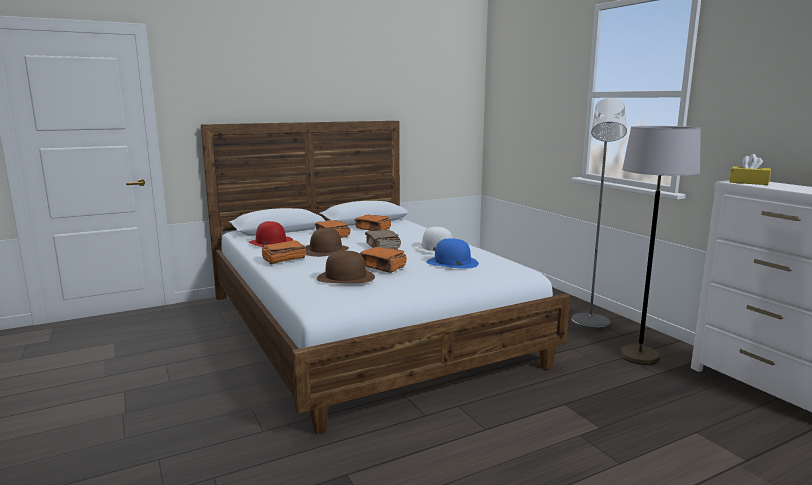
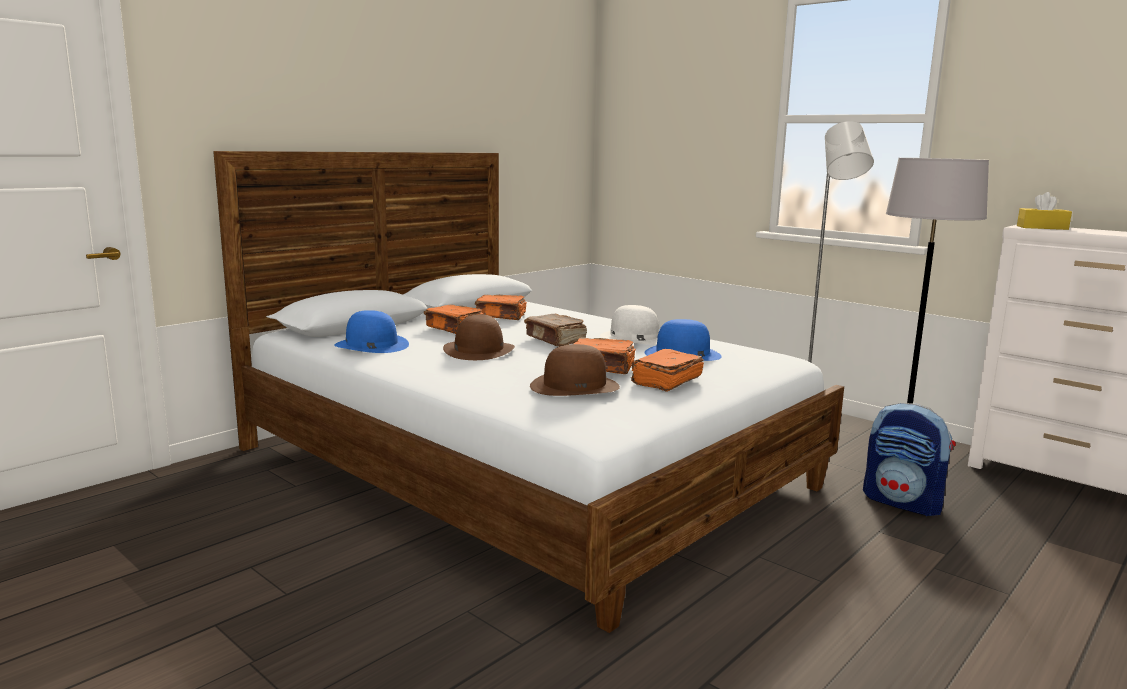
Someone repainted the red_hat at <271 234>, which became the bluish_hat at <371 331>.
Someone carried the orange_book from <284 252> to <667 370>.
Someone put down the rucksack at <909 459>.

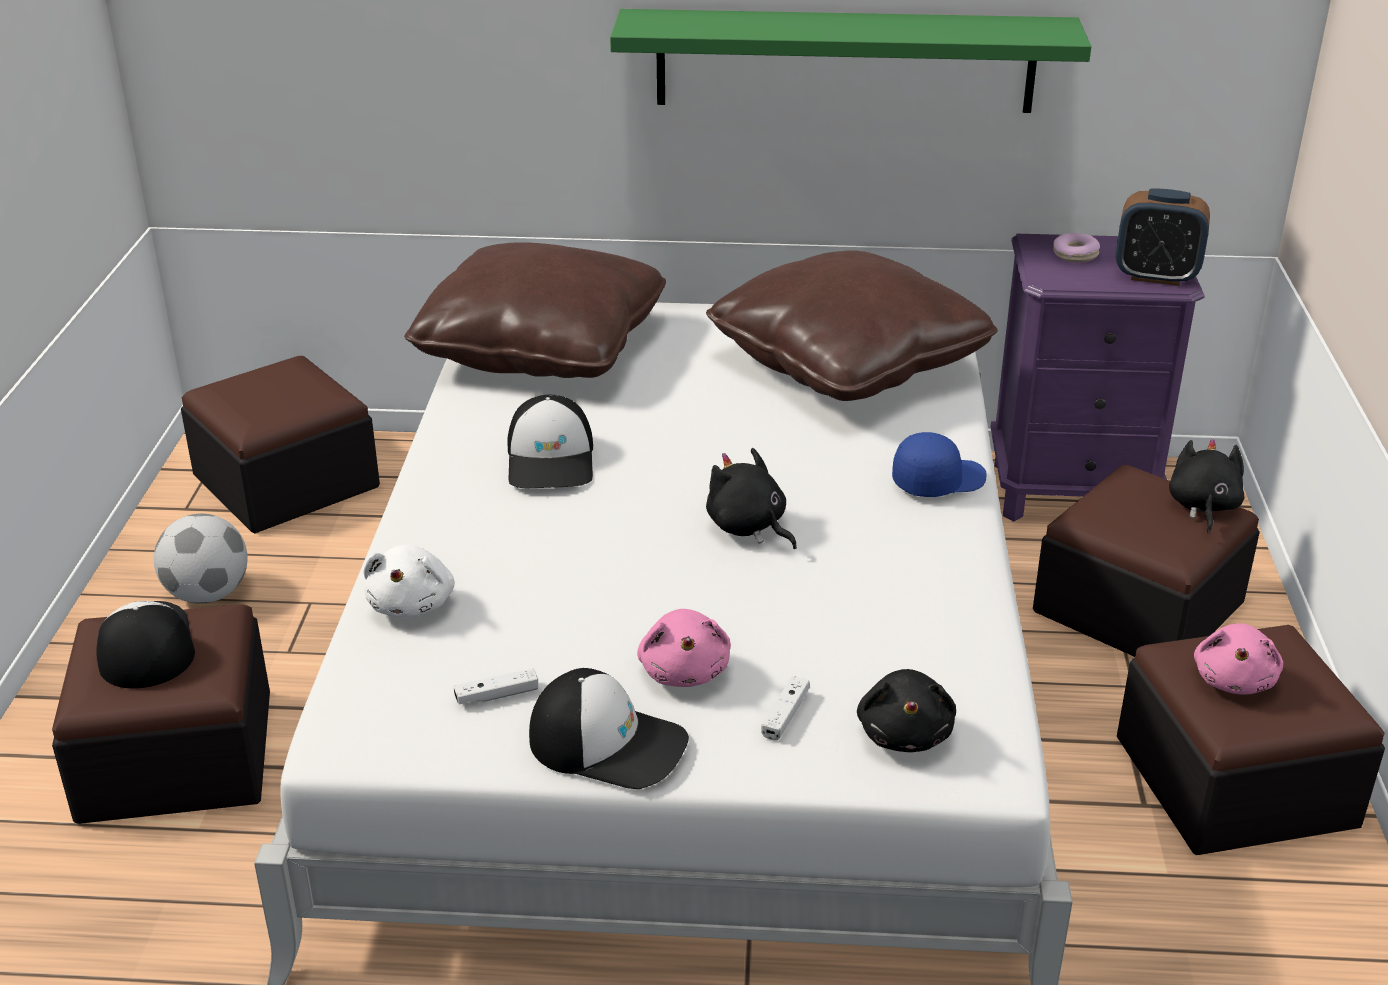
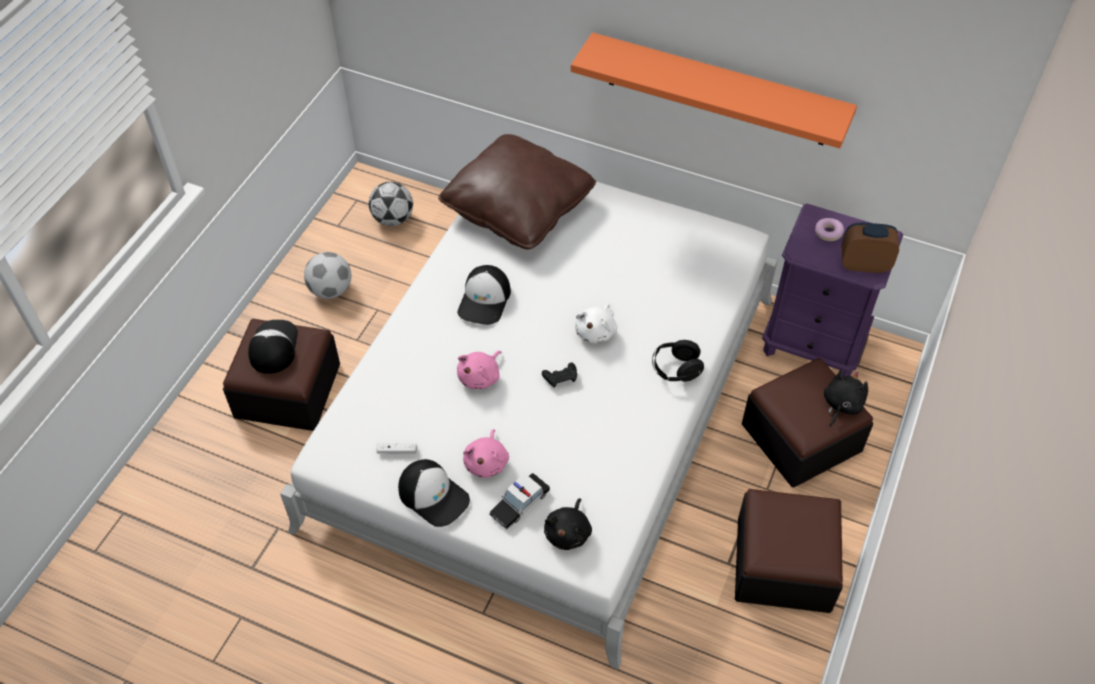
Someone swapped the ottoman at <280 444> for the ball_for_football at <391 204>.
Someone carried the pinkish_cuddly_toy from <1238 658> to <479 370>.
Someone swapped the white_gamepad at <785 708> for the model_car at <519 501>.
Someone swapped the blackish_cuddly_toy at <751 498> for the blackish_gamepad at <559 375>.
Someone repainted the green_shelf at <850 61>, which became the orange_shelf at <714 90>.
Someone carried the white_cuddly_toy from <409 581> to <596 323>.
Someone swapped the bluish_peaked_cap at <939 464> for the blackish_pair_of_headphones at <678 361>.
Someone rotated the bedside_clock at <1163 237> by 150 degrees clockwise.
Someone took away the brownish_cushion at <852 325>.

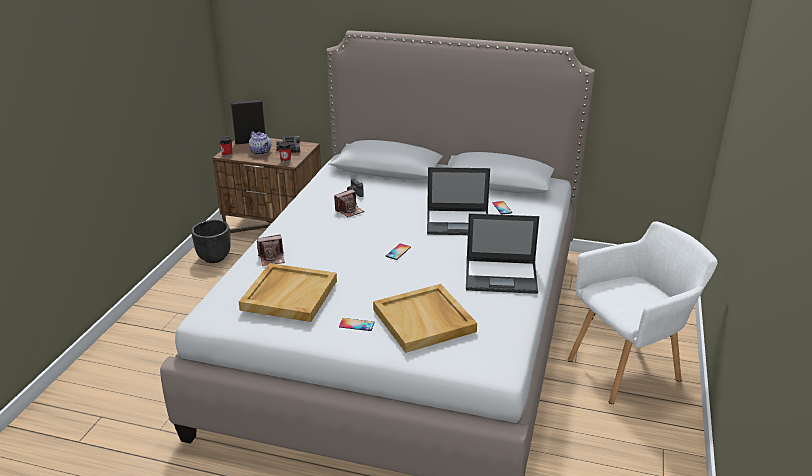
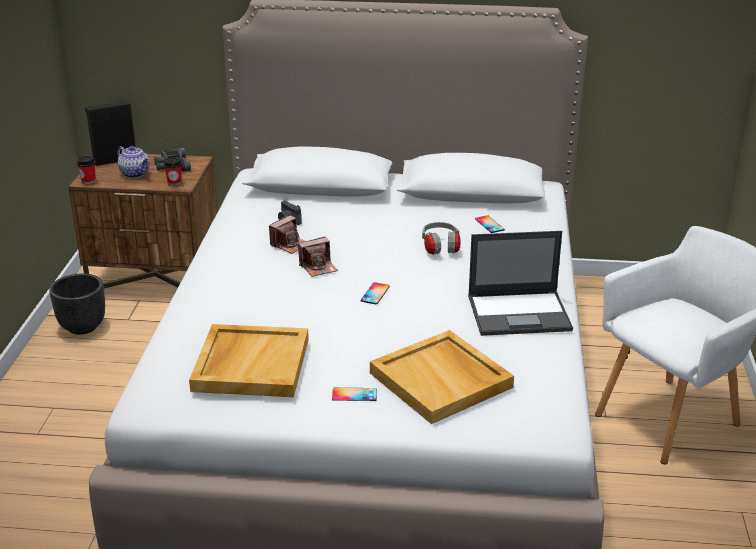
Someone carried the photo_camera from <271 250> to <318 257>.
Someone swapped the notebook_computer at <458 201> for the grey_pair_of_headphones at <441 238>.

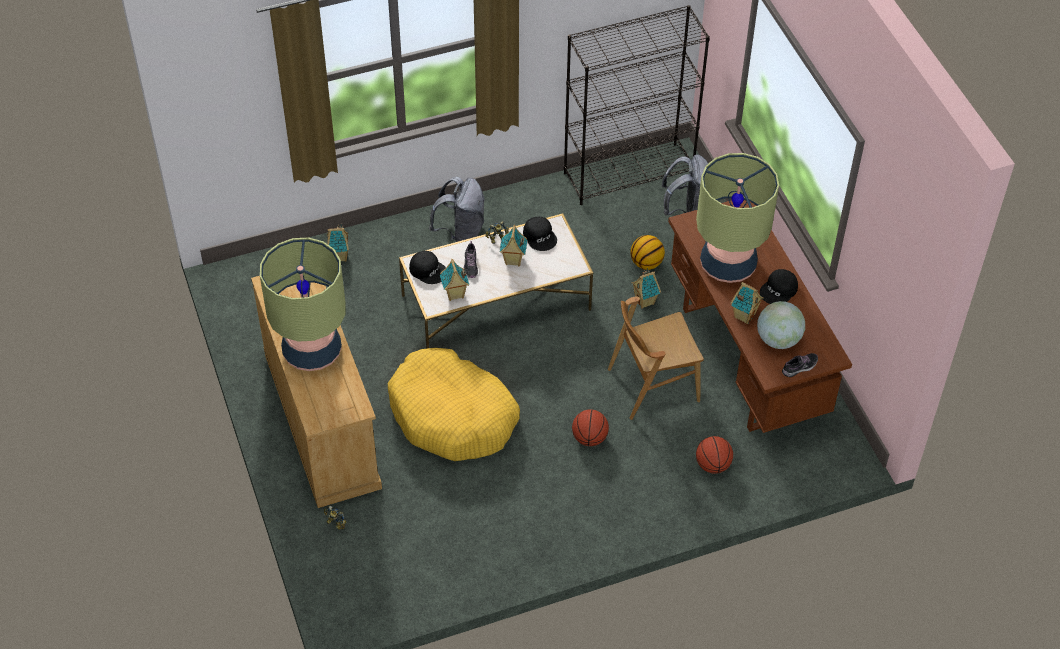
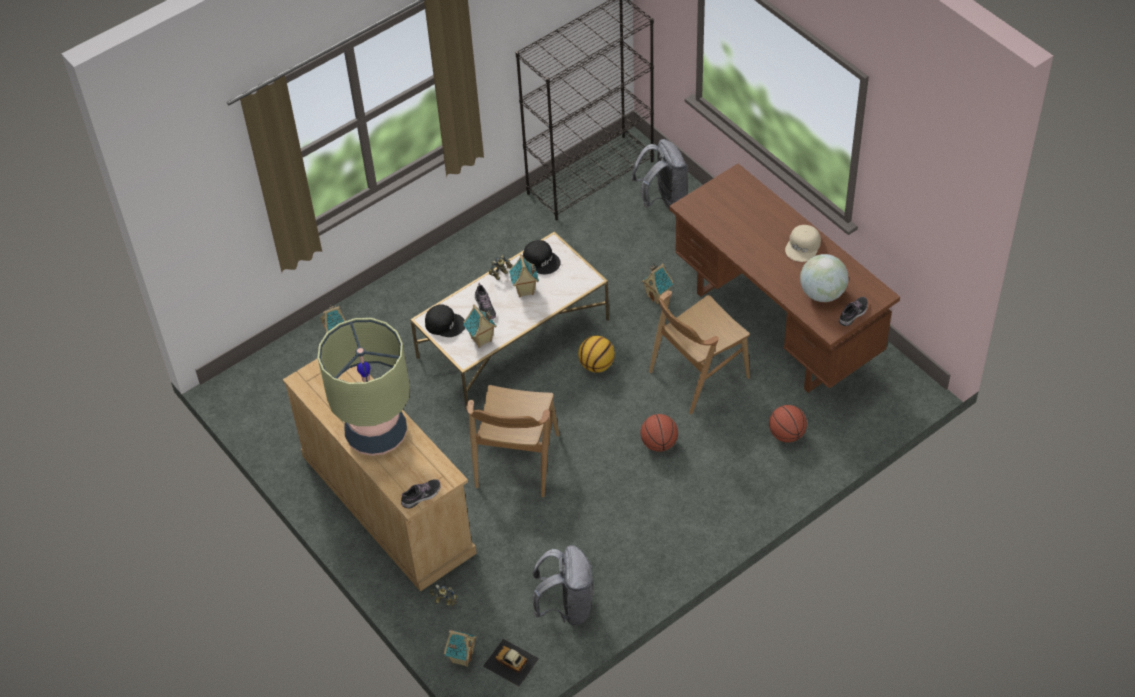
Someone put down the low_shoe at <421 494>.
Someone carried the model_house from <747 303> to <460 648>.
Someone swapped the yellow-coloured_pet_bed at <454 404> for the brownish_plain_chair at <513 441>.
Someone put down the model_car at <511 662>.
Someone carried the grey_rucksack from <457 209> to <562 585>.
Someone carried the basketball from <647 252> to <596 354>.
Someone repainted the blackish_peaked_cap at <779 286>, which became the beige-coloured_peaked_cap at <803 243>.
Someone took away the lamp_for_a_table at <737 218>.

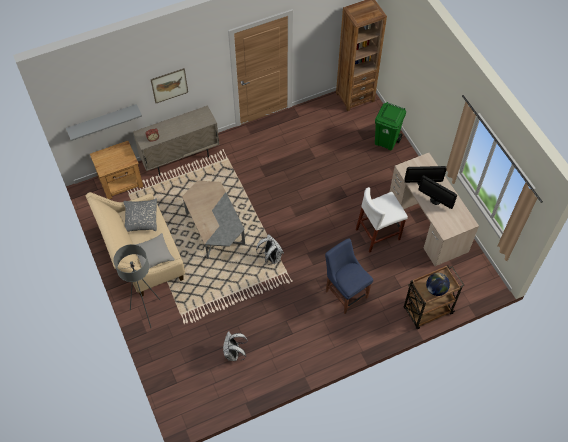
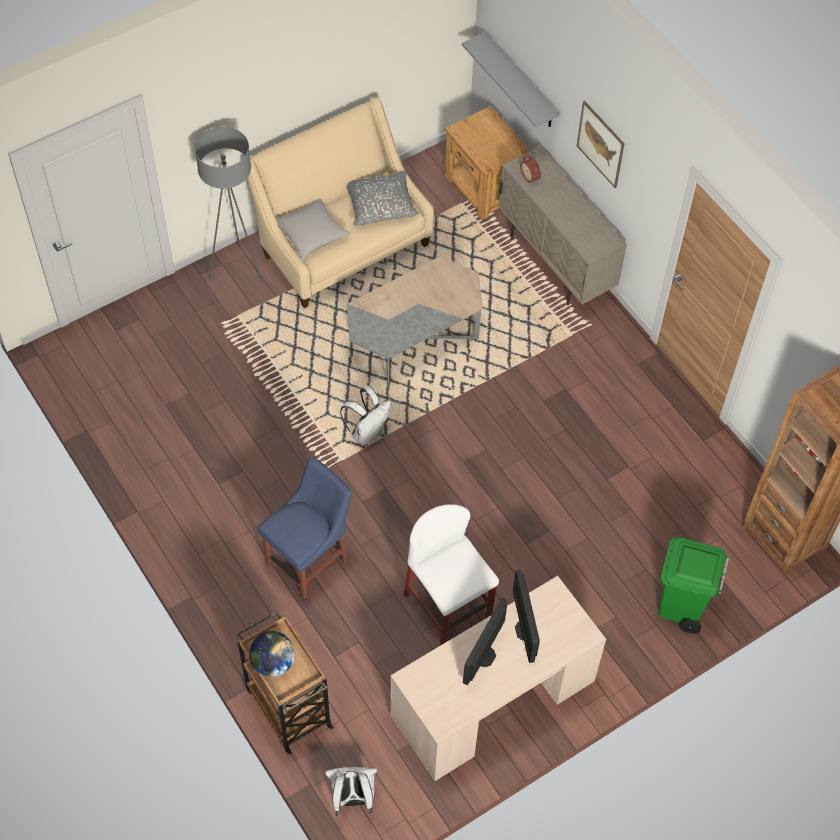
Someone carried the white_rucksack from <235 346> to <351 791>.

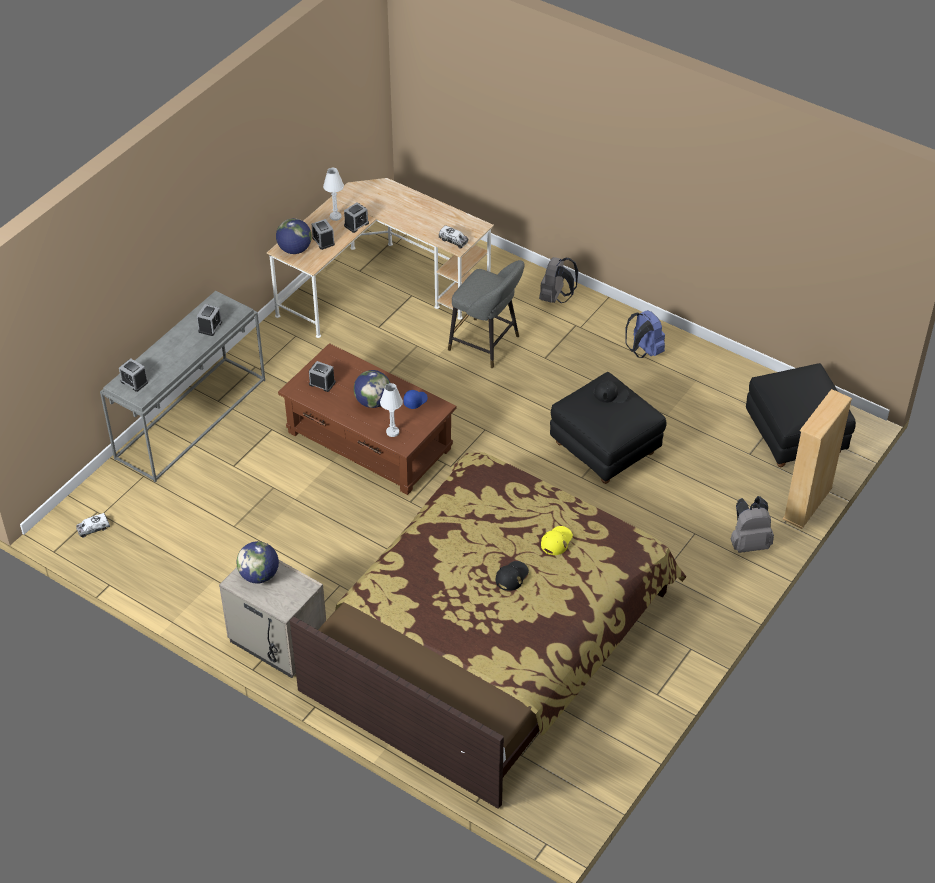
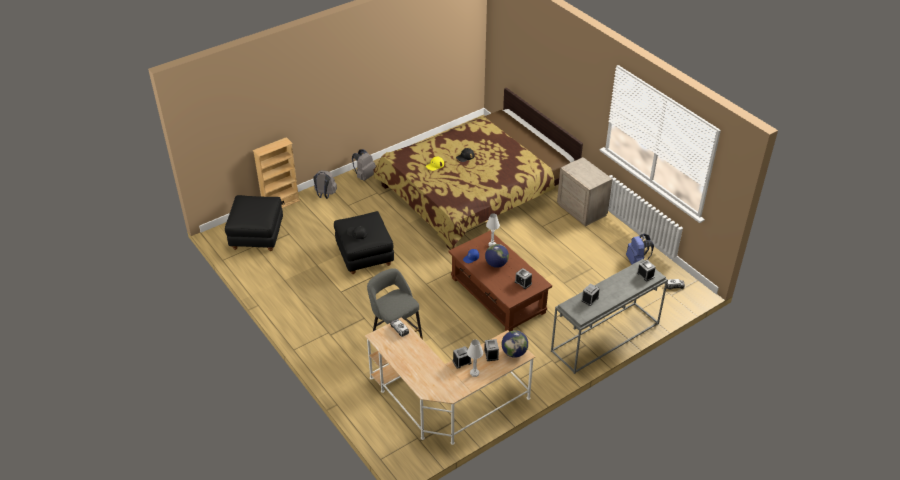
Someone carried the grey_rucksack from <558 280> to <364 165>.
Someone carried the bluish_rucksack from <645 334> to <640 249>.
Someone took away the globe at <258 562>.

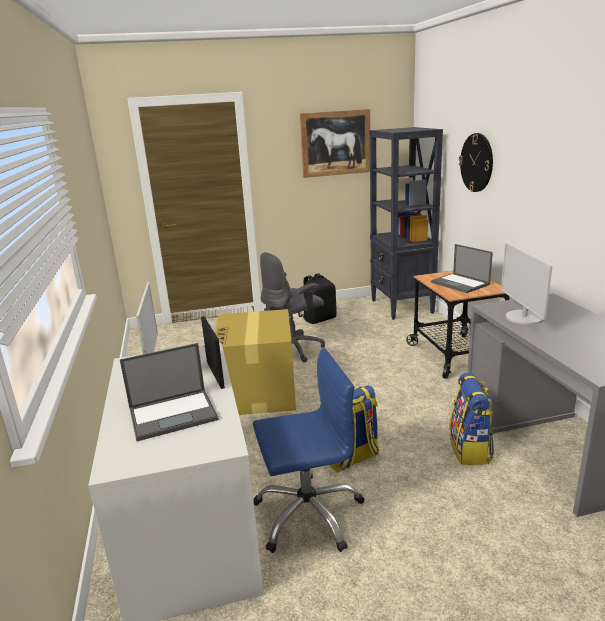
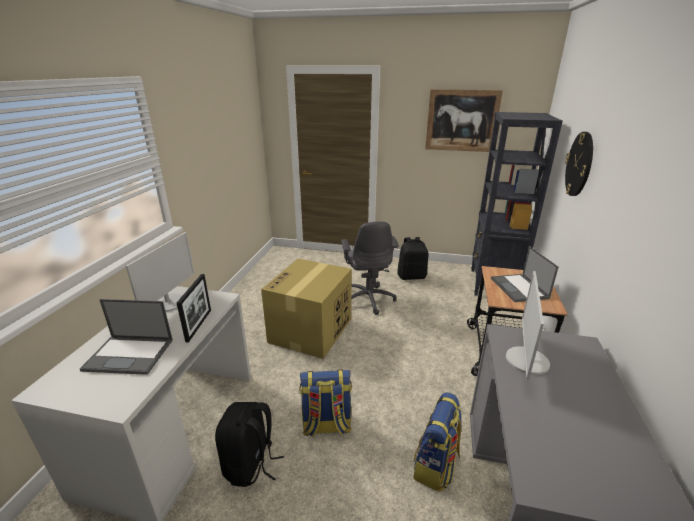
Someone swapped the bluish_desk_chair at <309 450> for the blackish_rucksack at <249 444>.
Someone rotated the grey_desk_chair at <292 307> by 90 degrees counterclockwise.

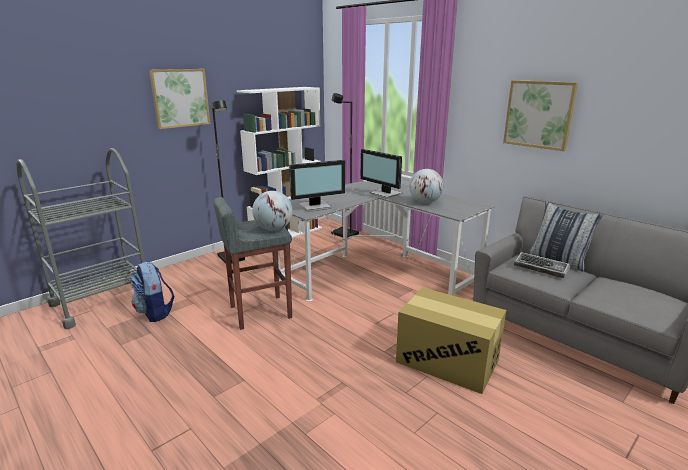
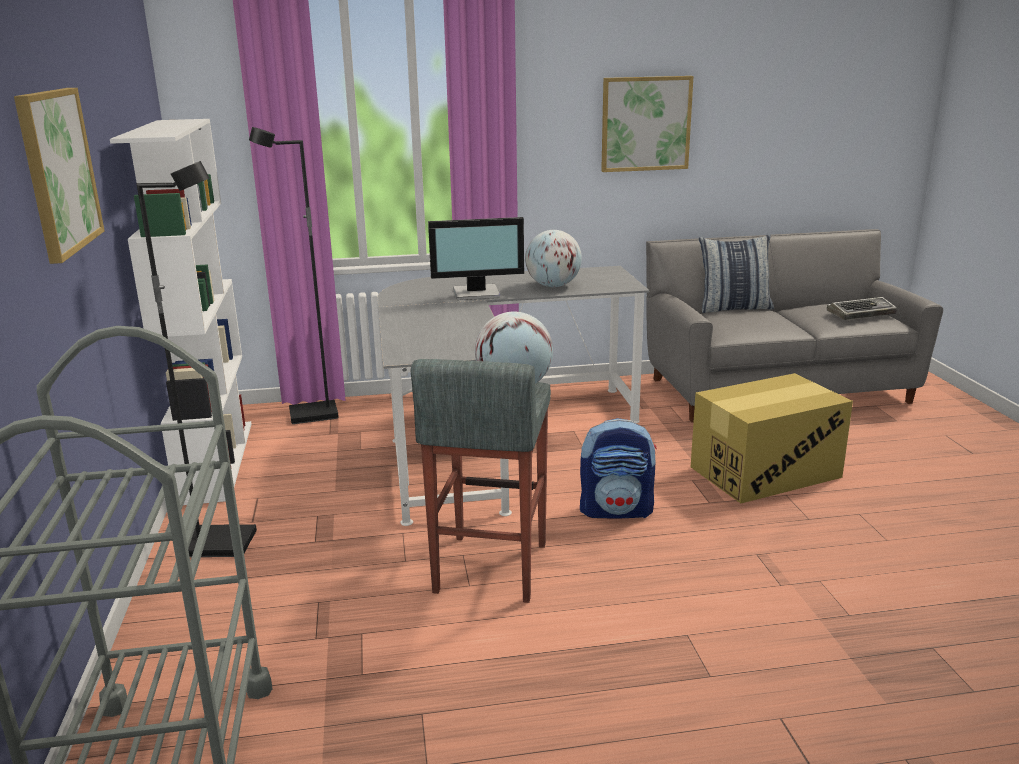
Someone carried the rucksack from <153 292> to <618 468>.
Someone carried the keyboard from <542 265> to <862 308>.
Someone took away the computer_display at <317 186>.

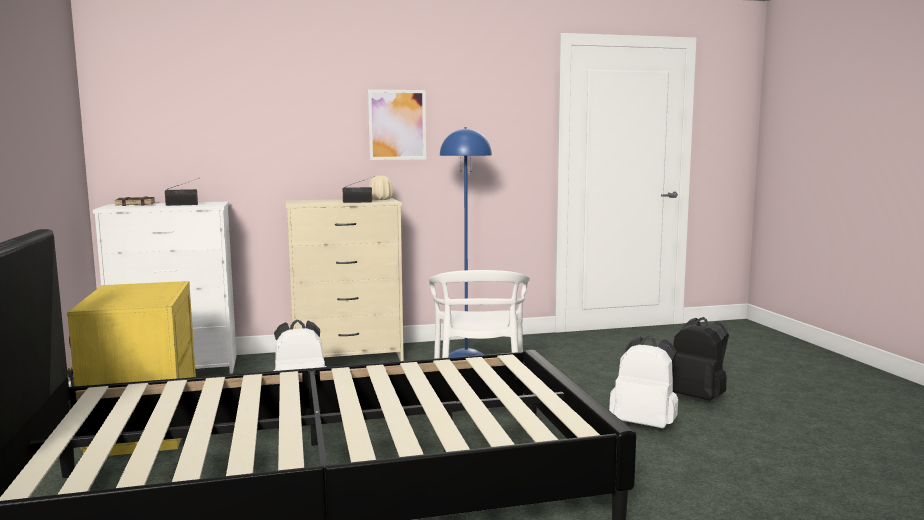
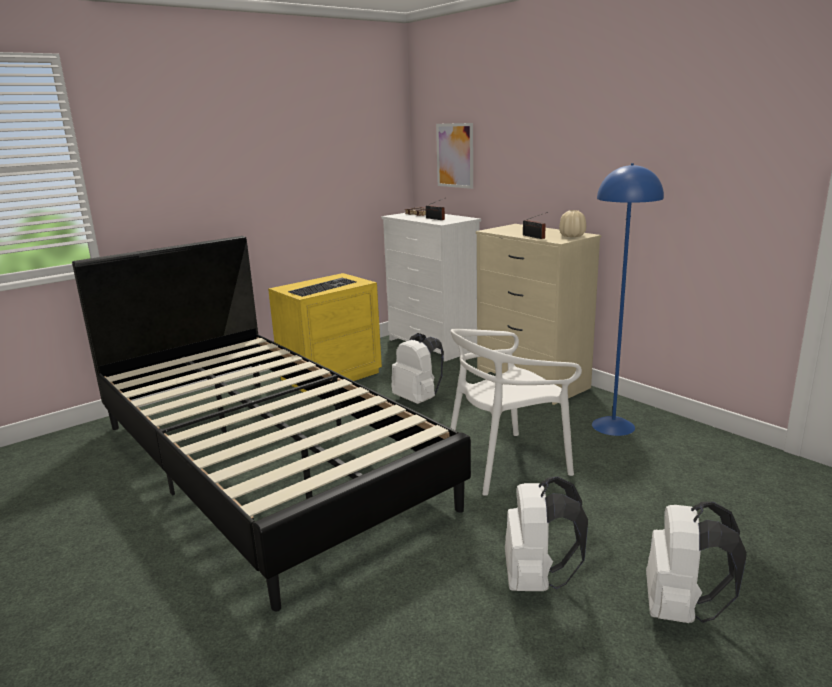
Someone put down the keyboard at <322 287>.
Someone carried the wall_art from <397 124> to <454 156>.
Someone repainted the blackish_rucksack at <700 359>, which became the white_rucksack at <696 562>.

